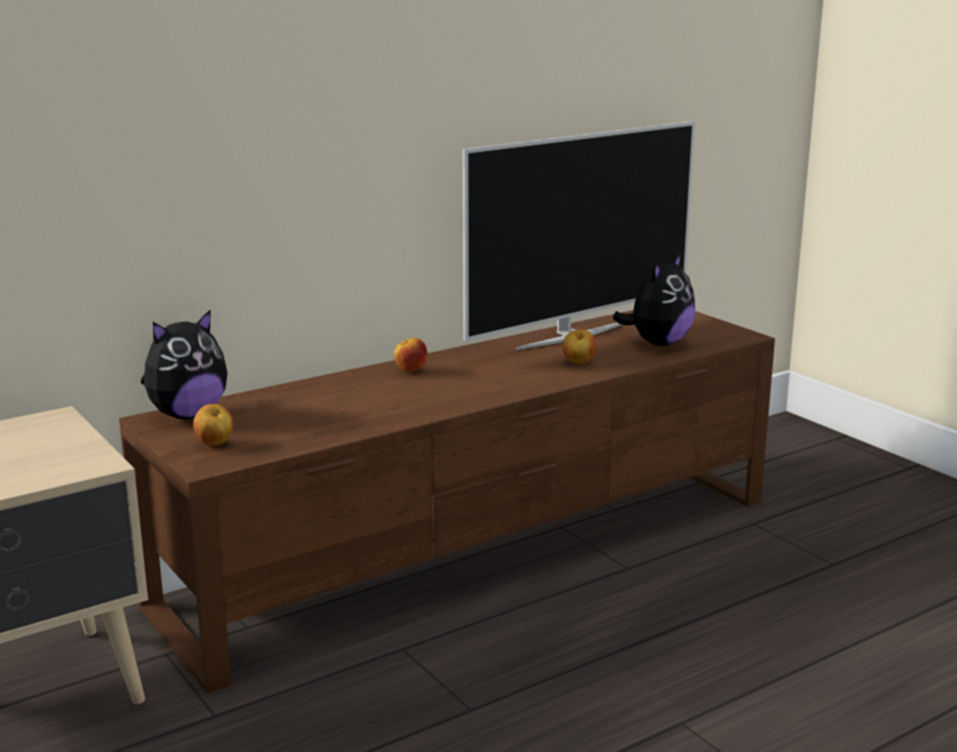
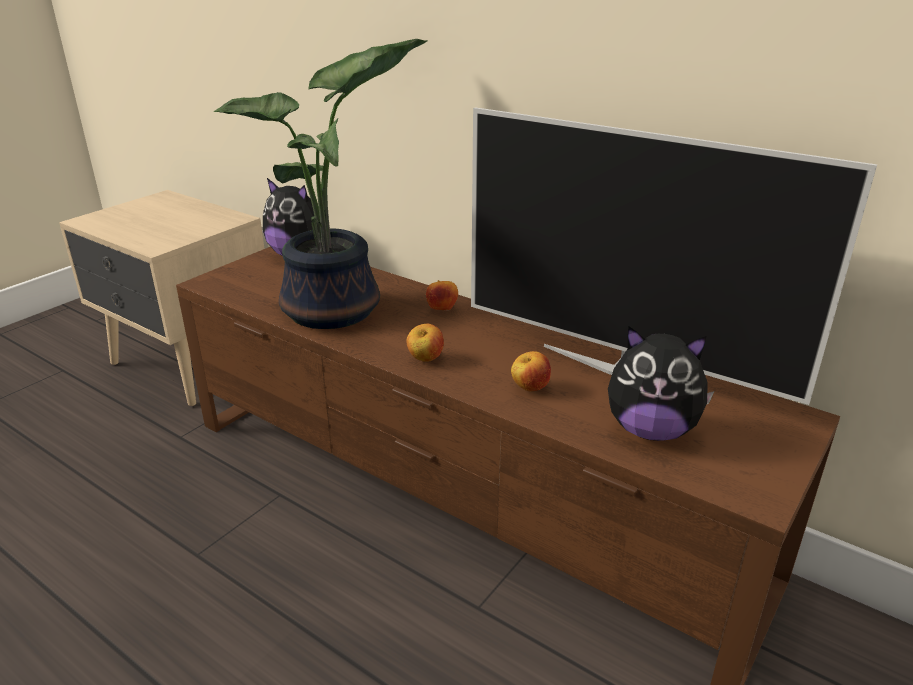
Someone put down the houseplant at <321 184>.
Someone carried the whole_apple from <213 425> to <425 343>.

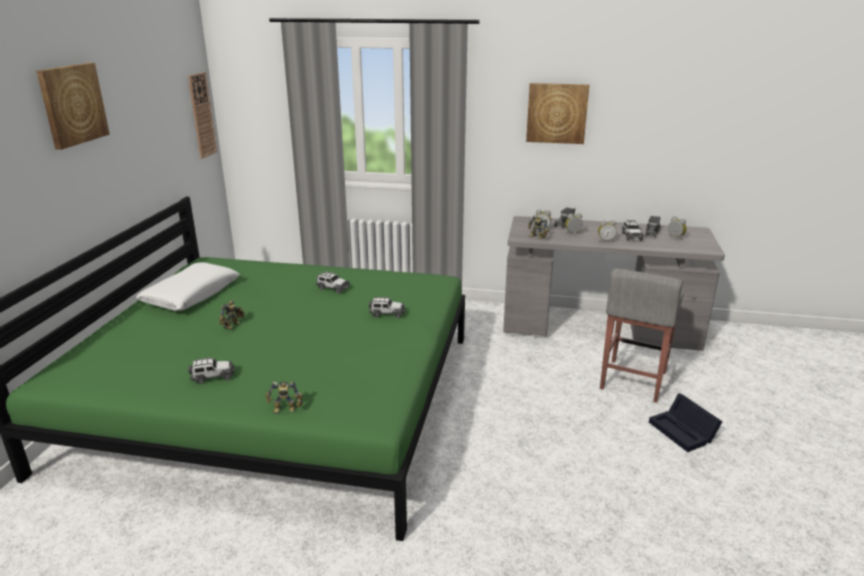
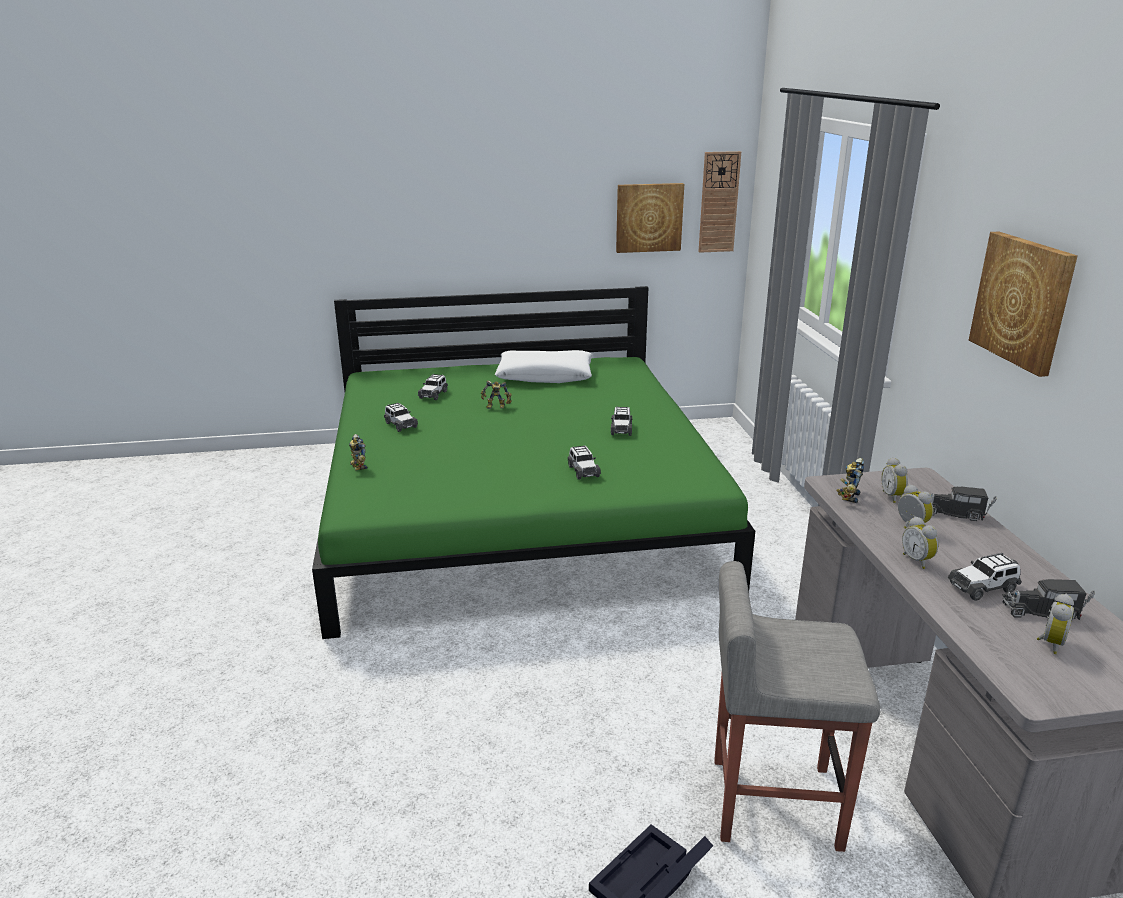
Someone put down the model_car at <433 387>.
Someone carried the wall_art from <73 106> to <650 218>.

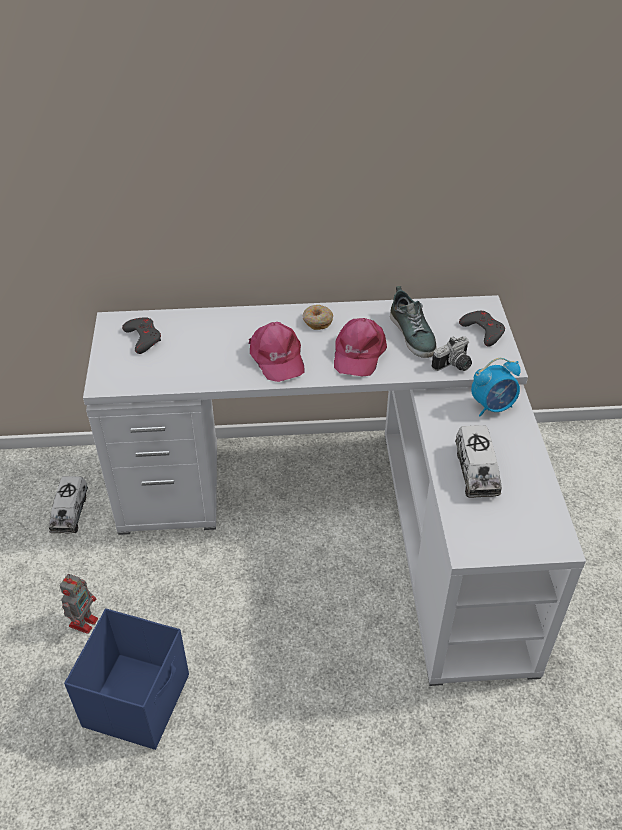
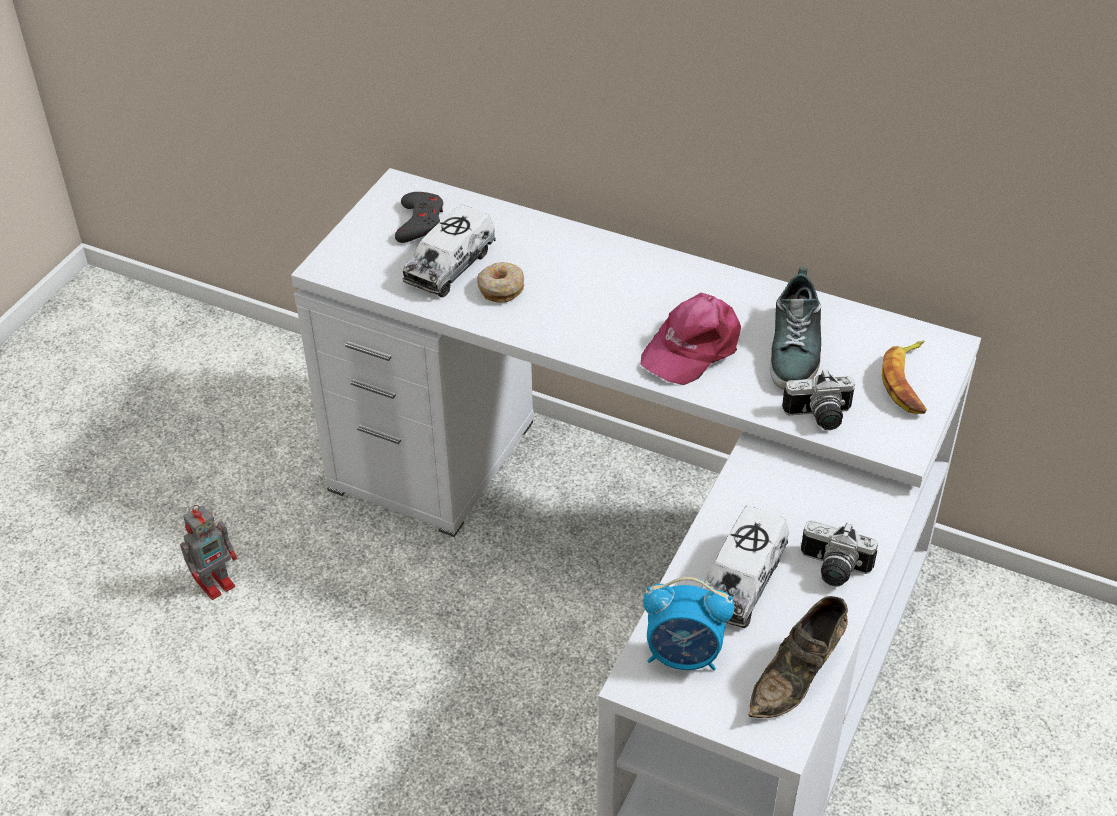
Someone carried the model_truck from <68 504> to <449 250>.
Someone carried the donut from <317 317> to <500 282>.
Someone carried the bedside_clock from <496 387> to <688 623>.
Someone put down the brownish_low_shoe at <798 657>.
Someone put down the photo_camera at <839 553>.
Someone swapped the grey_gamepad at <482 329> for the banana at <904 377>.
Someone took away the bluish_storage_container at <126 679>.
Someone took away the pinkish_peaked_cap at <276 352>.

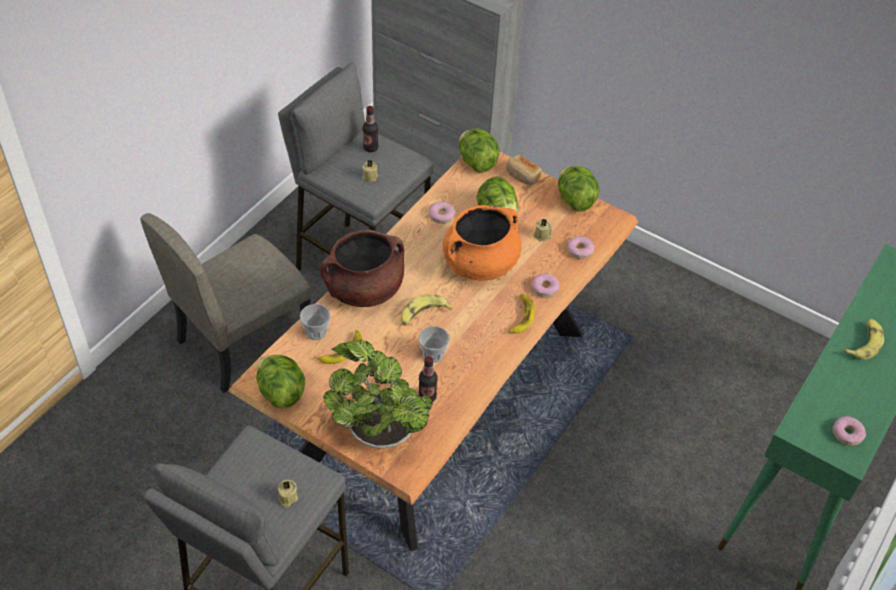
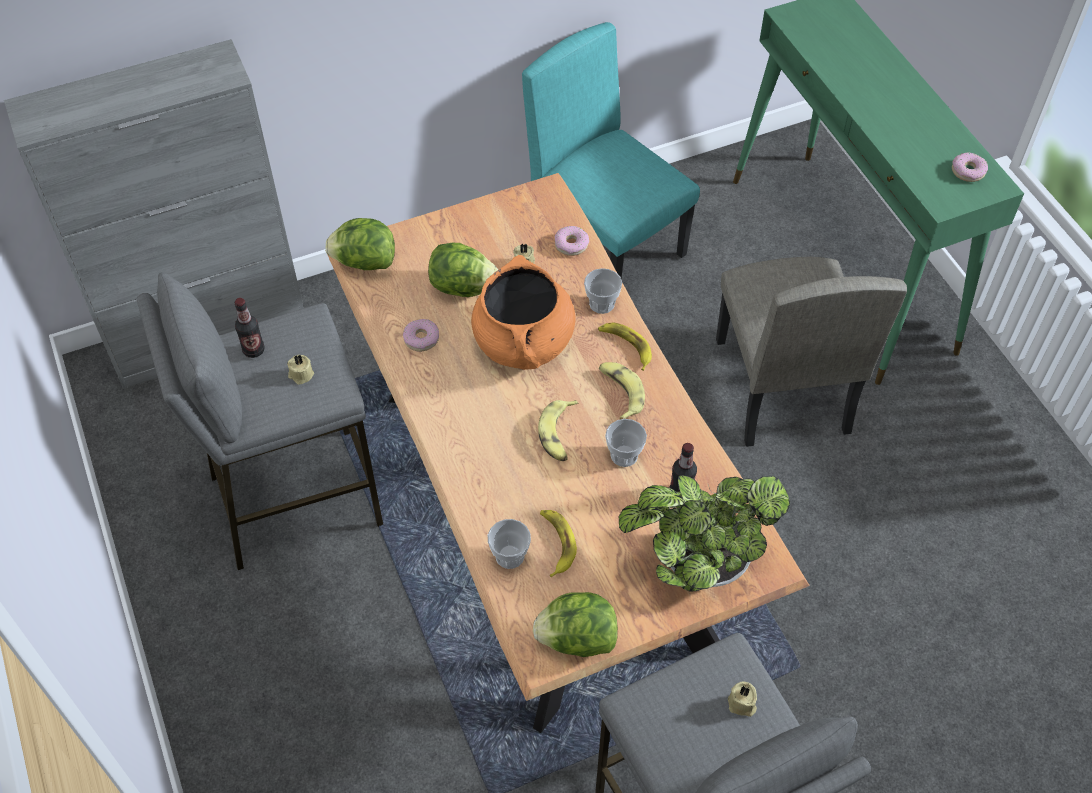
Someone put down the blue-green_plain_chair at <611 150>.
Someone swapped the donut at <546 285> for the cup at <603 291>.
Someone carried the banana from <864 339> to <622 390>.
Someone carried the beige-coloured_plain_chair from <226 303> to <811 352>.
Someone took away the brownish_stockpot at <362 268>.
Someone took away the bread at <524 170>.
Someone took away the lettuce at <578 188>.

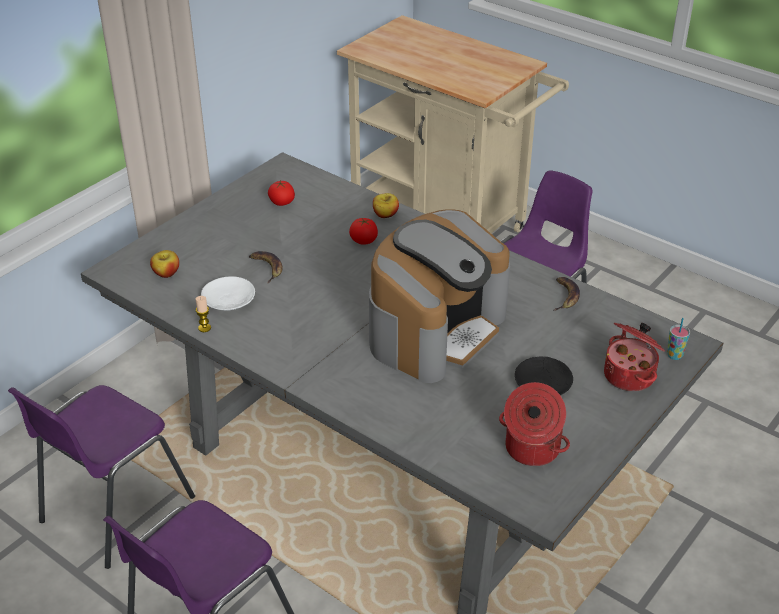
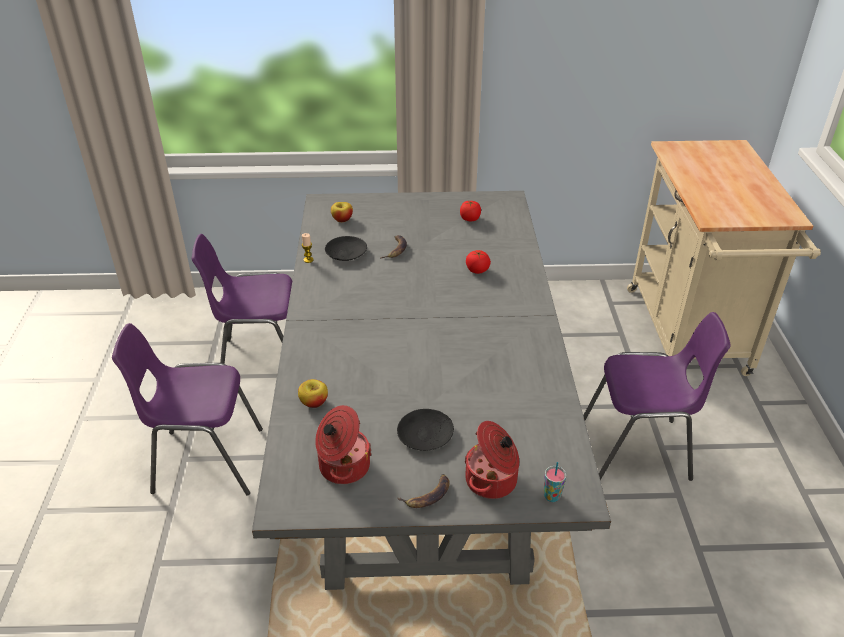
Someone carried the whole_apple from <386 205> to <313 393>.
Someone repainted the white_flat_dish at <228 293>, which became the blackish_flat_dish at <346 248>.
Someone carried the banana from <567 294> to <423 491>.
Someone took away the coffee_machine at <439 296>.

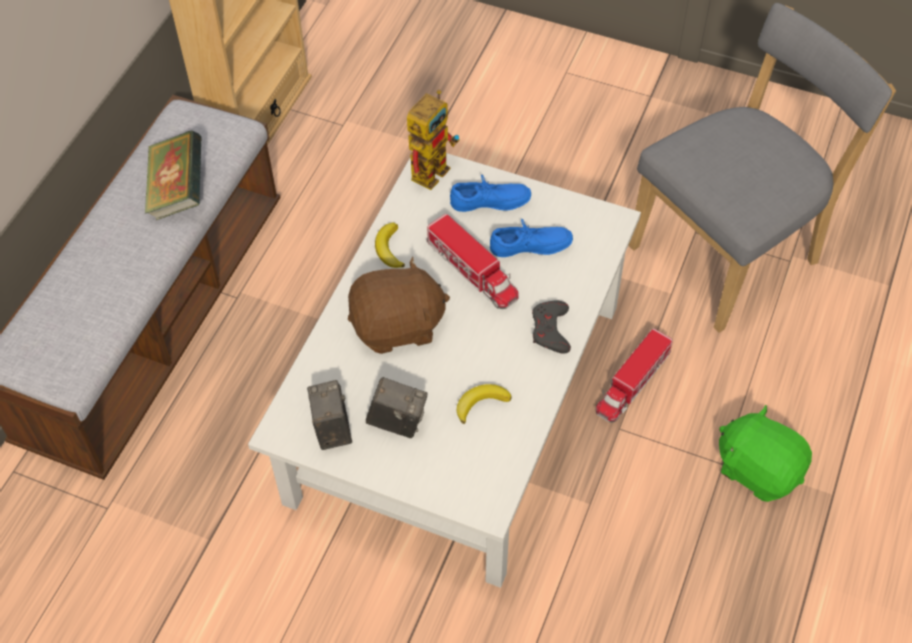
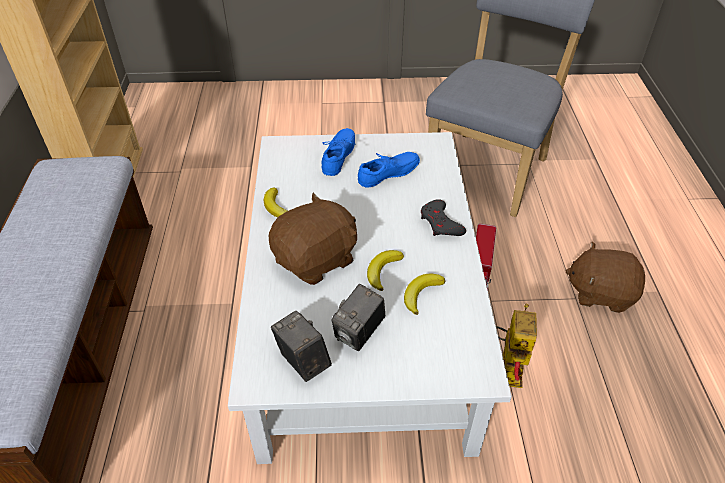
Someone rotated the bluish_low_shoe at <490 193> by 45 degrees counterclockwise.
Someone rotated the photo_camera at <397 407> by 135 degrees clockwise.
Someone put down the banana at <385 270>.
Someone carried the model_robot from <433 140> to <516 346>.
Someone repainted the green_cuddly_toy at <765 453>, which became the brownish_cuddly_toy at <605 277>.
Someone took away the book at <172 175>.
Someone took away the model_truck at <473 261>.

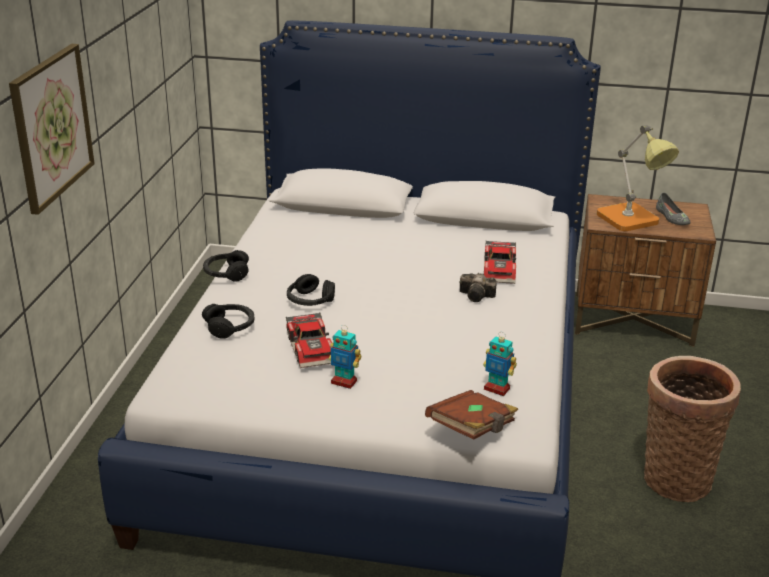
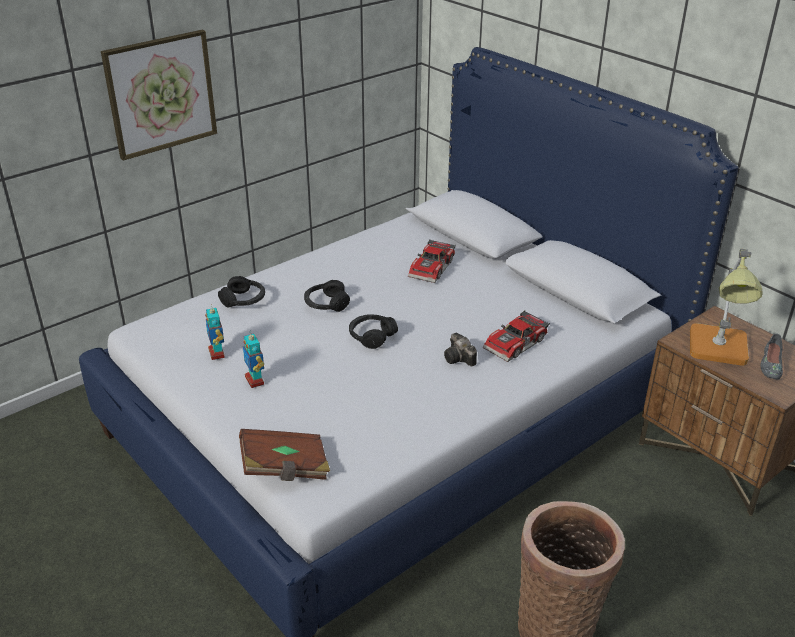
Someone carried the model_robot from <500 364> to <215 332>.
Someone carried the blackish_pair_of_headphones from <226 266> to <373 331>.
Someone carried the model_car from <309 340> to <432 261>.

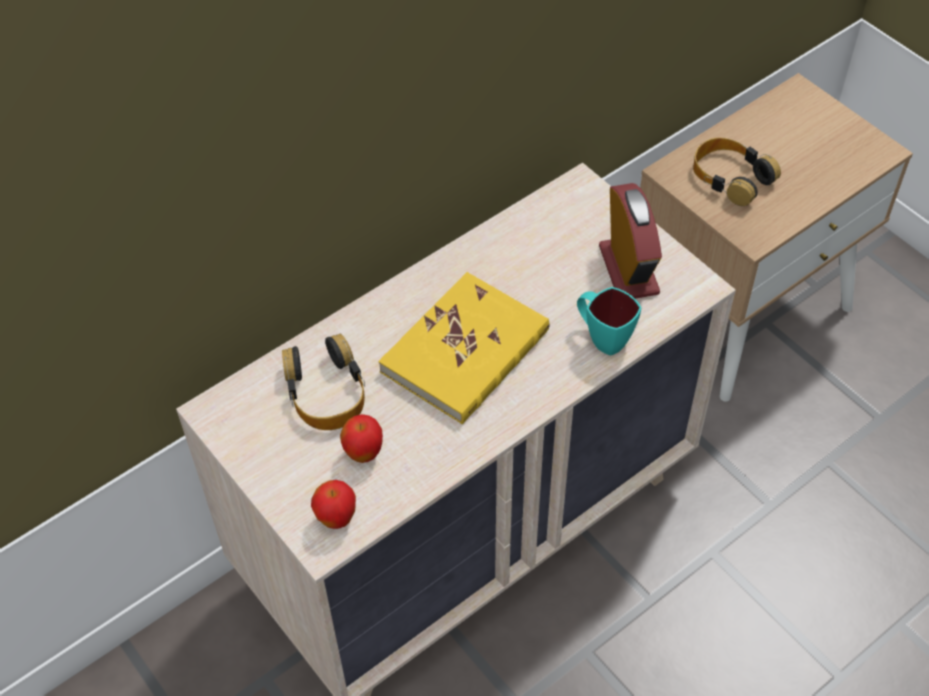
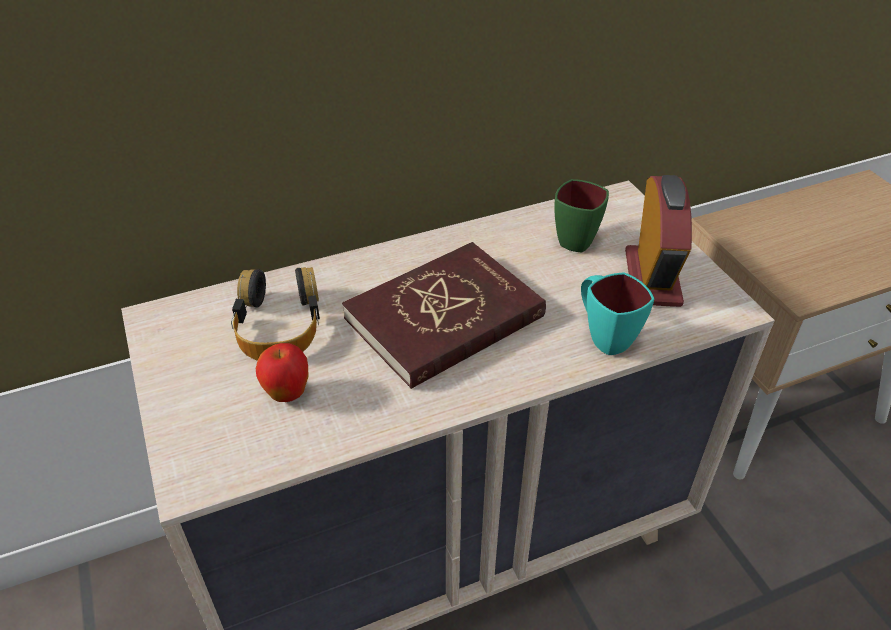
Someone repainted the yellow-coloured_book at <464 348>, which became the red_book at <444 315>.
Someone put down the green_coffee_mug at <582 215>.
Someone took away the whole_apple at <333 504>.
Someone took away the pair_of_headphones at <737 172>.

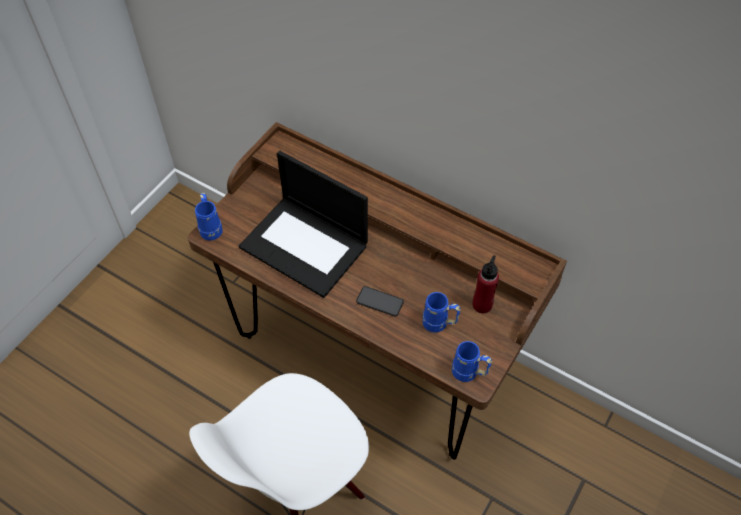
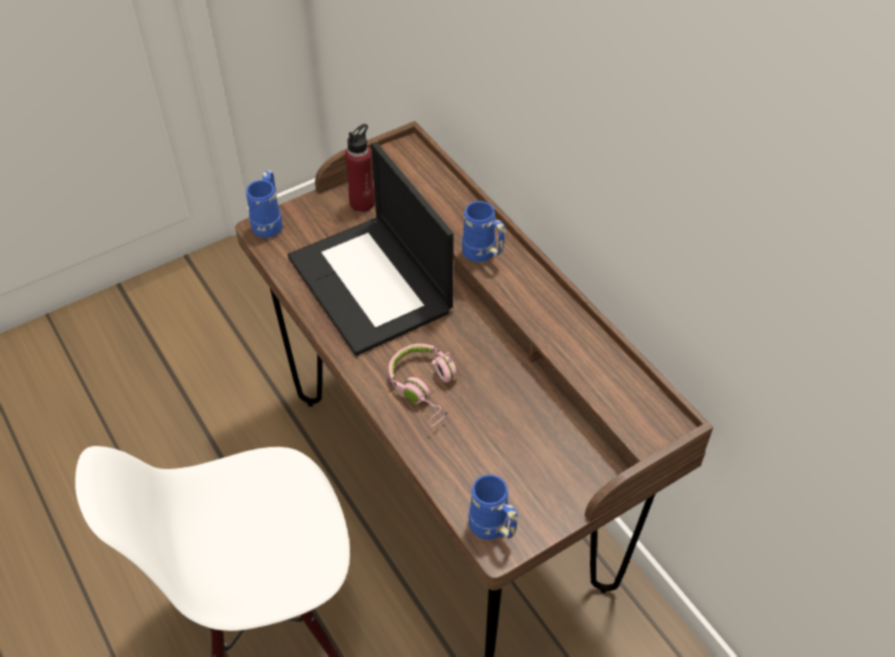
Someone carried the red_beverage_bottle from <485 284> to <360 168>.
Someone swapped the handset at <380 301> for the pinkish_pair_of_headphones at <423 385>.
Someone carried the bluish_coffee_mug from <441 312> to <484 231>.

